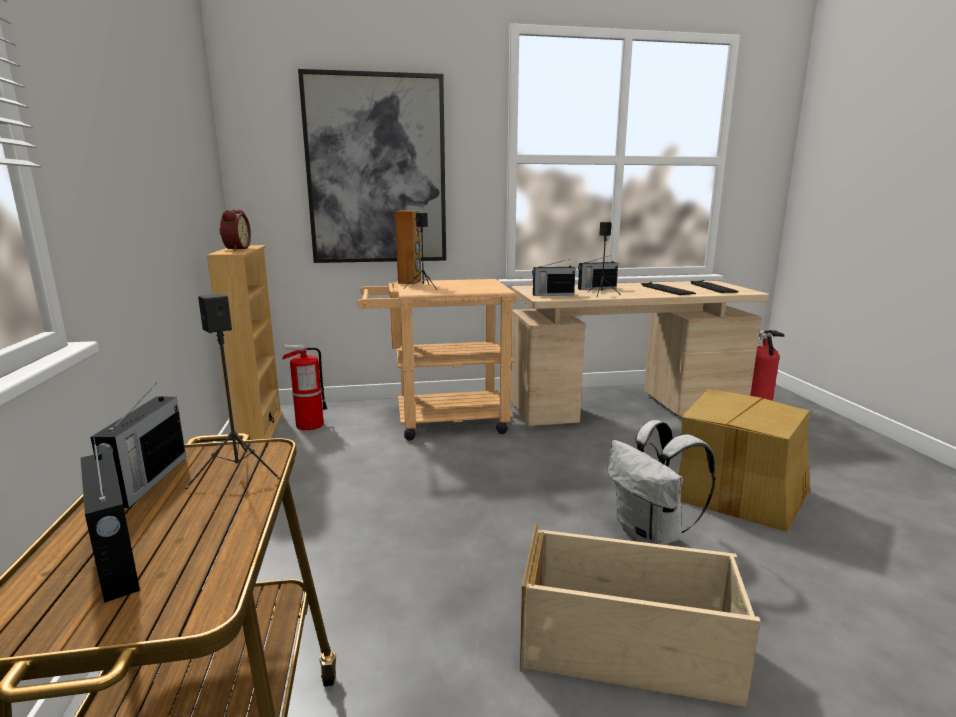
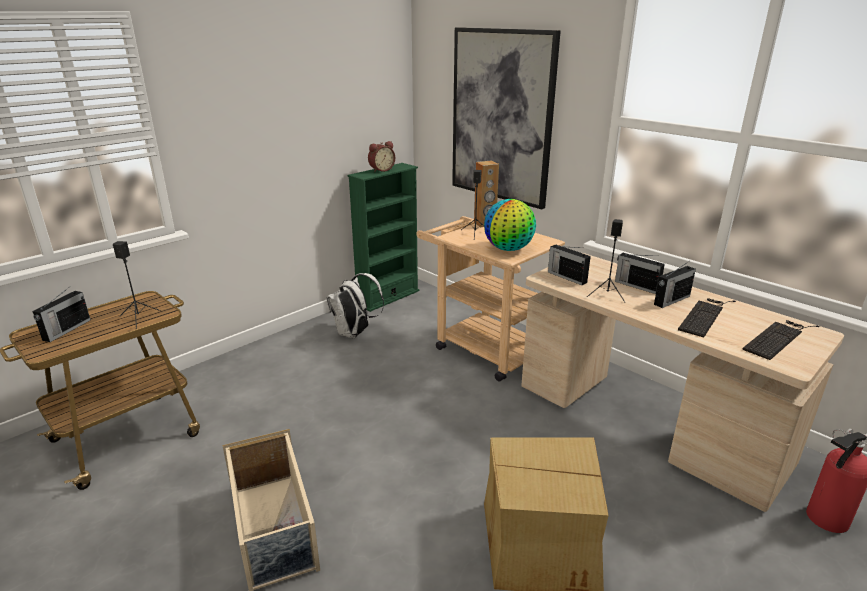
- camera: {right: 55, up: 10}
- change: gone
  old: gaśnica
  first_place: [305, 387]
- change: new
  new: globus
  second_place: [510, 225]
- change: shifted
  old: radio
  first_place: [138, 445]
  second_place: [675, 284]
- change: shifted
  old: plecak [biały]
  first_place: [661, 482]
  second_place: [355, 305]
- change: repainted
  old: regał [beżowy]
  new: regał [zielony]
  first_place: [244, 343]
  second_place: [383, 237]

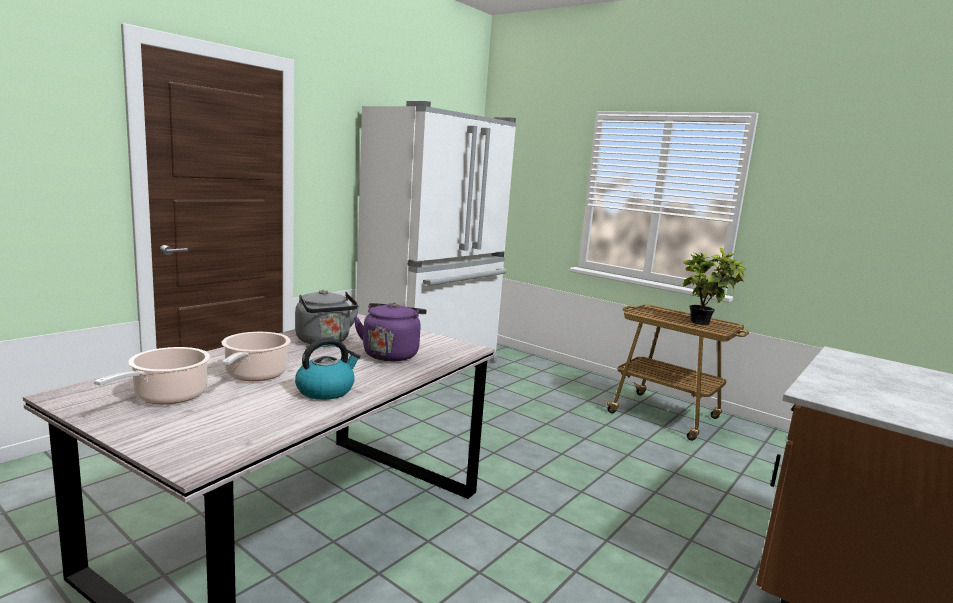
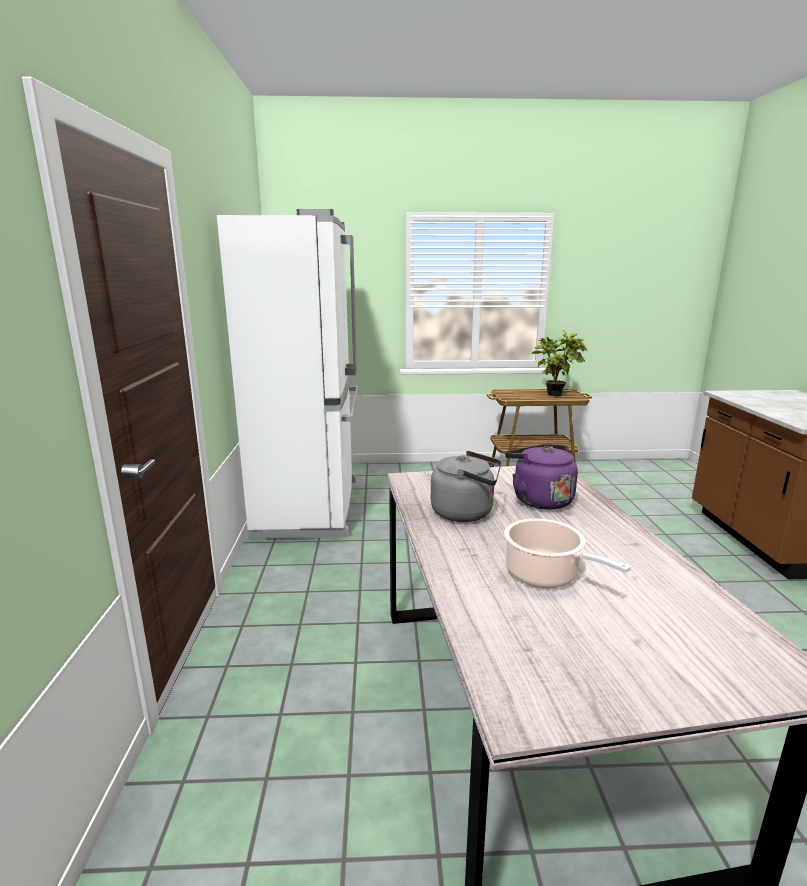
- camera: {right: -40, up: 5}
- change: gone
  old: garnek
  first_place: [152, 375]
- change: gone
  old: czajnik
  first_place: [328, 369]

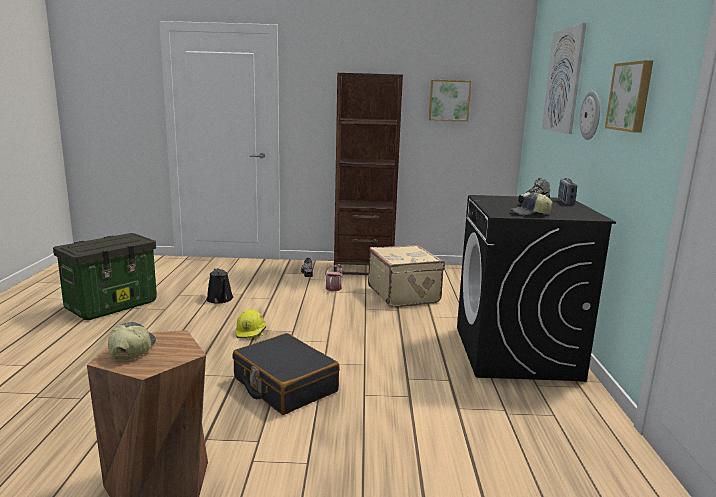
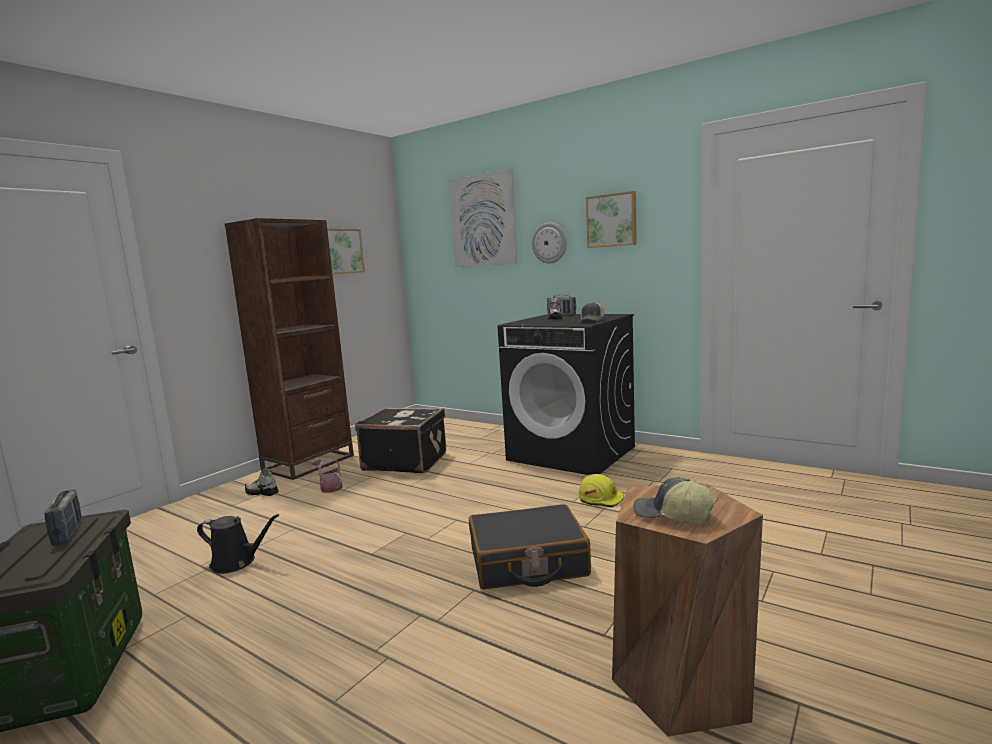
- camera: {right: -55, up: -5}
- change: new
  new: radio
  second_place: [63, 517]
- change: shifted
  old: kask [żółty]
  first_place: [251, 324]
  second_place: [601, 491]
- change: repainted
  old: walizka [beżowy]
  new: walizka [czarny]
  first_place: [406, 276]
  second_place: [400, 440]

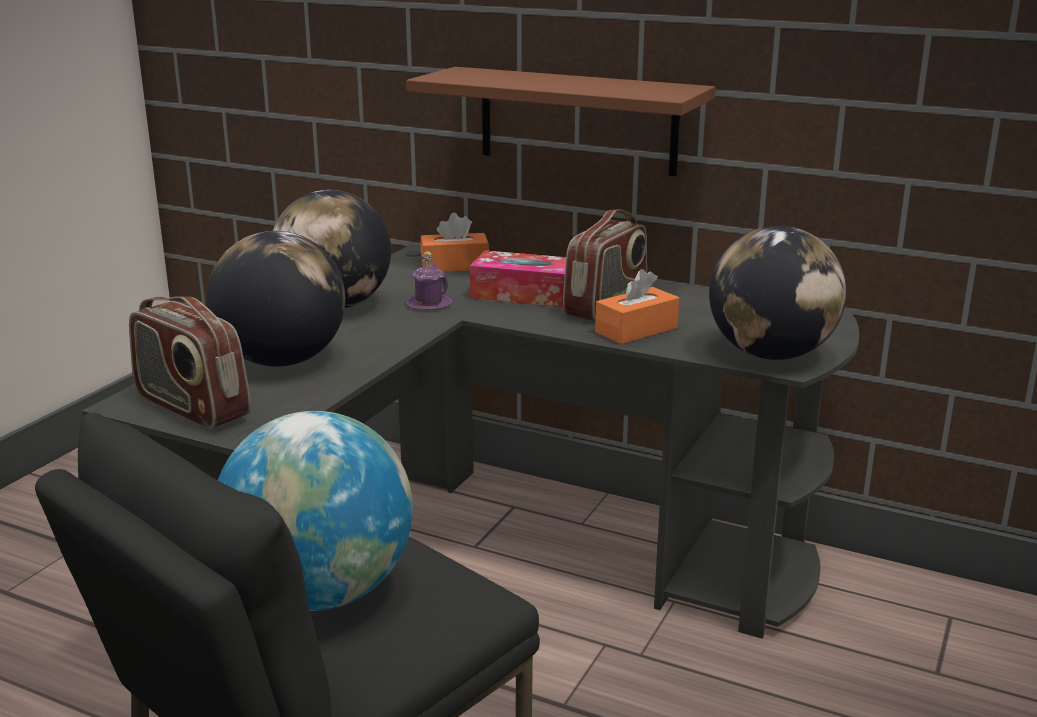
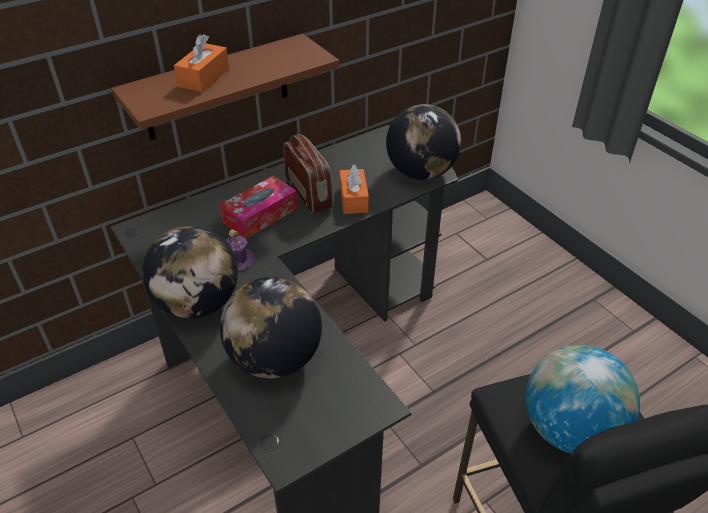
- camera: {right: -60, up: 20}
- change: gone
  old: radio
  first_place: [190, 363]
- change: shifted
  old: pudełko chusteczek [pomarańczowy]
  first_place: [455, 242]
  second_place: [201, 63]

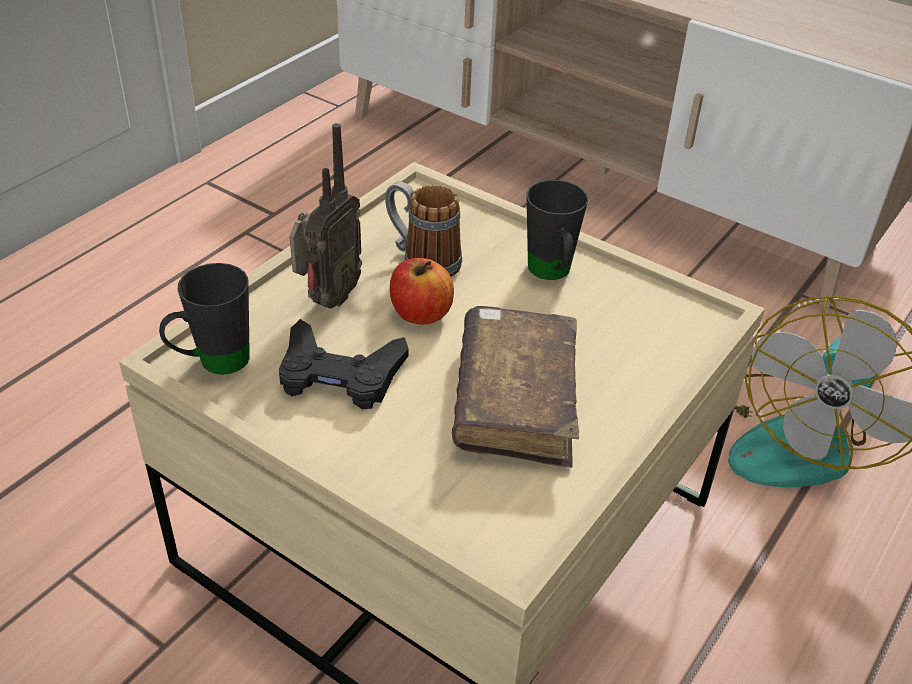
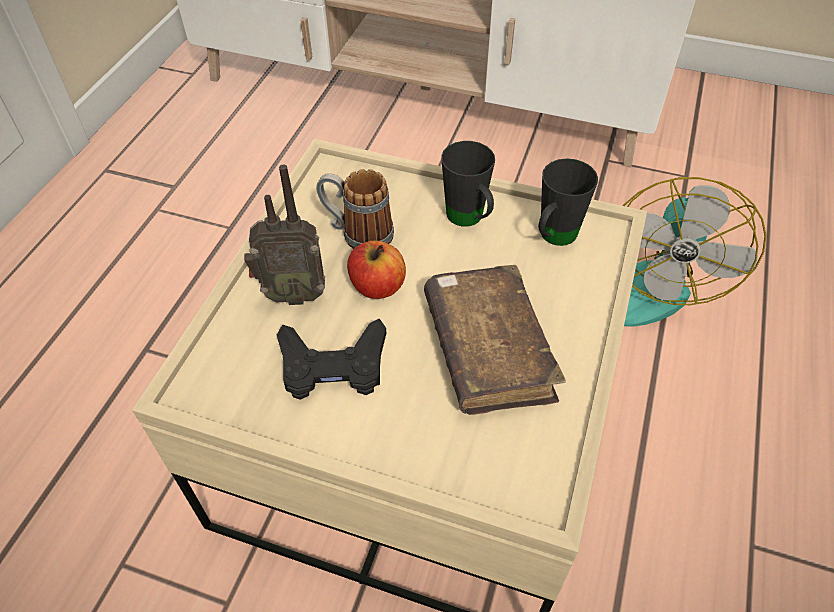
- camera: {right: -15, up: 10}
- change: shifted
  old: kubek [czarny]
  first_place: [204, 319]
  second_place: [568, 202]
- change: rotated
  old: radio
  first_place: [326, 216]
  second_place: [284, 235]
  degrees: 75

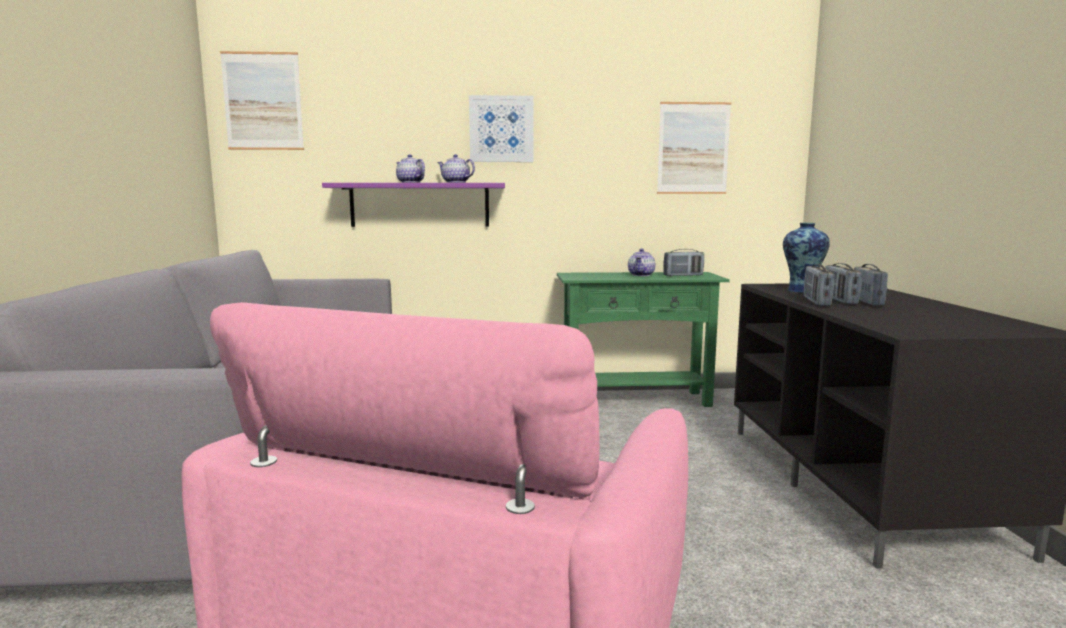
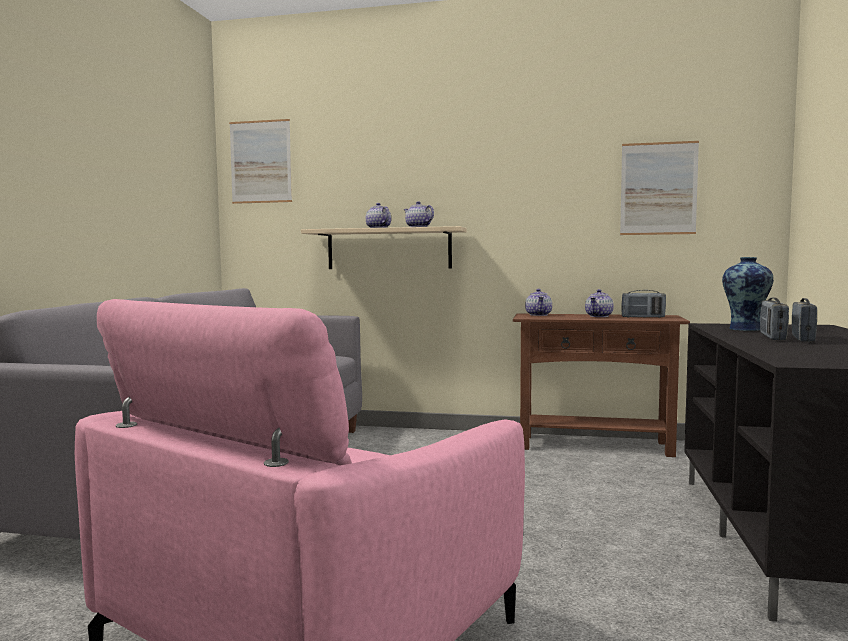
- camera: {right: 15, up: -5}
- change: gone
  old: obraz
  first_place: [501, 128]
- change: gone
  old: radio
  first_place: [819, 285]
- change: new
  new: imbryk
  second_place: [538, 302]
- change: repainted
  old: półka [fioletowy]
  new: półka [beżowy]
  first_place: [413, 205]
  second_place: [384, 247]
- change: repainted
  old: stolik konsolowy [zielony]
  new: stolik konsolowy [brązowy]
  first_place: [643, 339]
  second_place: [601, 385]

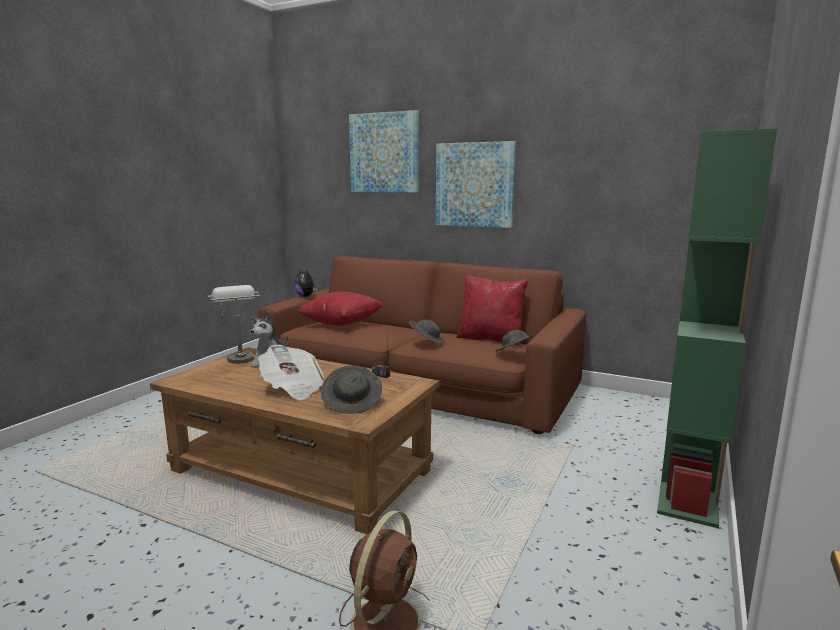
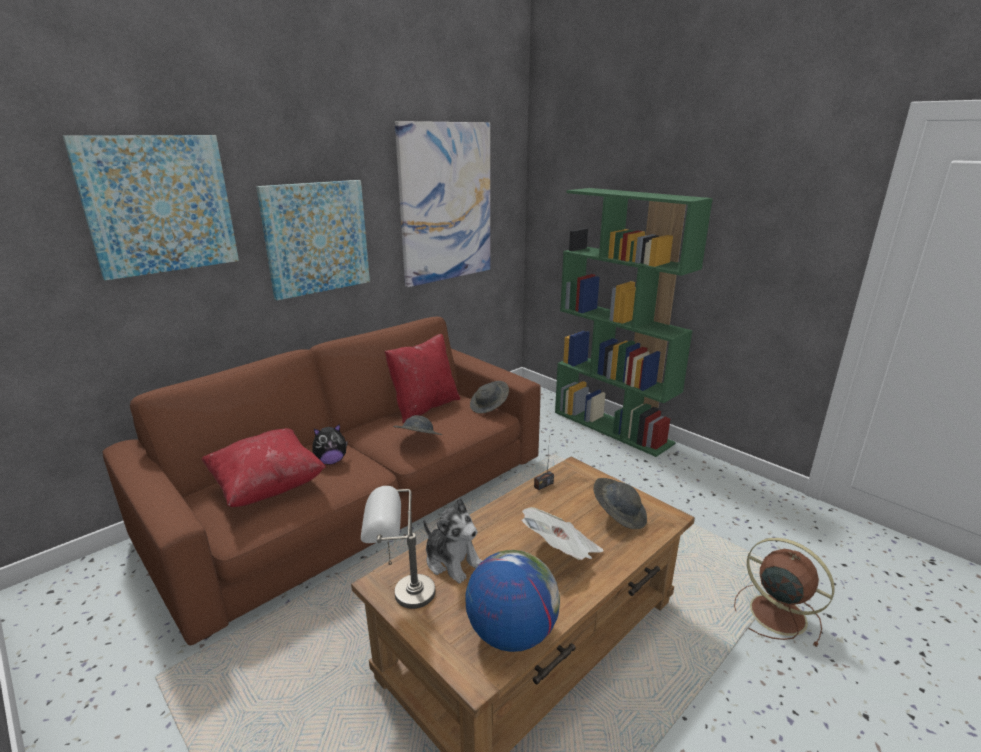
- camera: {right: -70, up: 10}
- change: new
  new: obraz
  second_place: [442, 204]
- change: new
  new: globus
  second_place: [512, 601]
- change: shifted
  old: pluszak
  first_place: [306, 282]
  second_place: [330, 444]

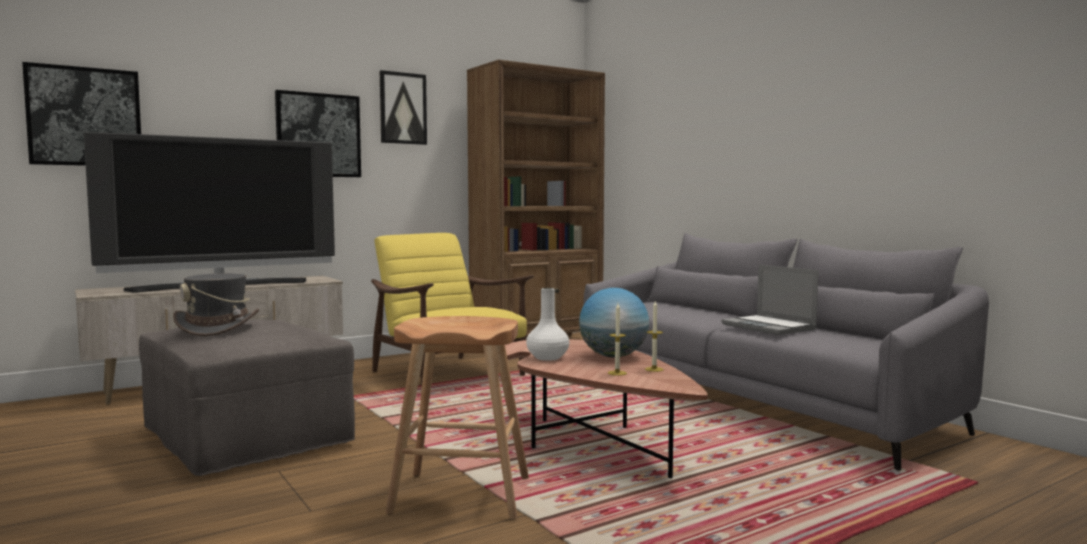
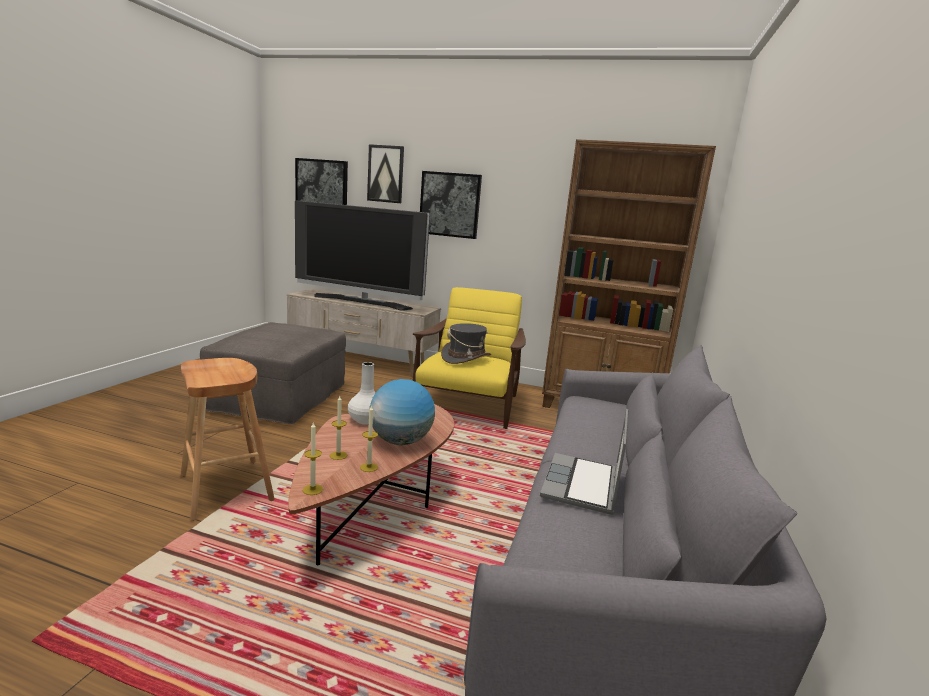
- camera: {right: 50, up: 10}
- change: new
  new: świeca
  second_place: [313, 459]
- change: shifted
  old: kapelusz [szary]
  first_place: [216, 304]
  second_place: [466, 343]
- change: shifted
  old: obraz
  first_place: [403, 107]
  second_place: [385, 173]

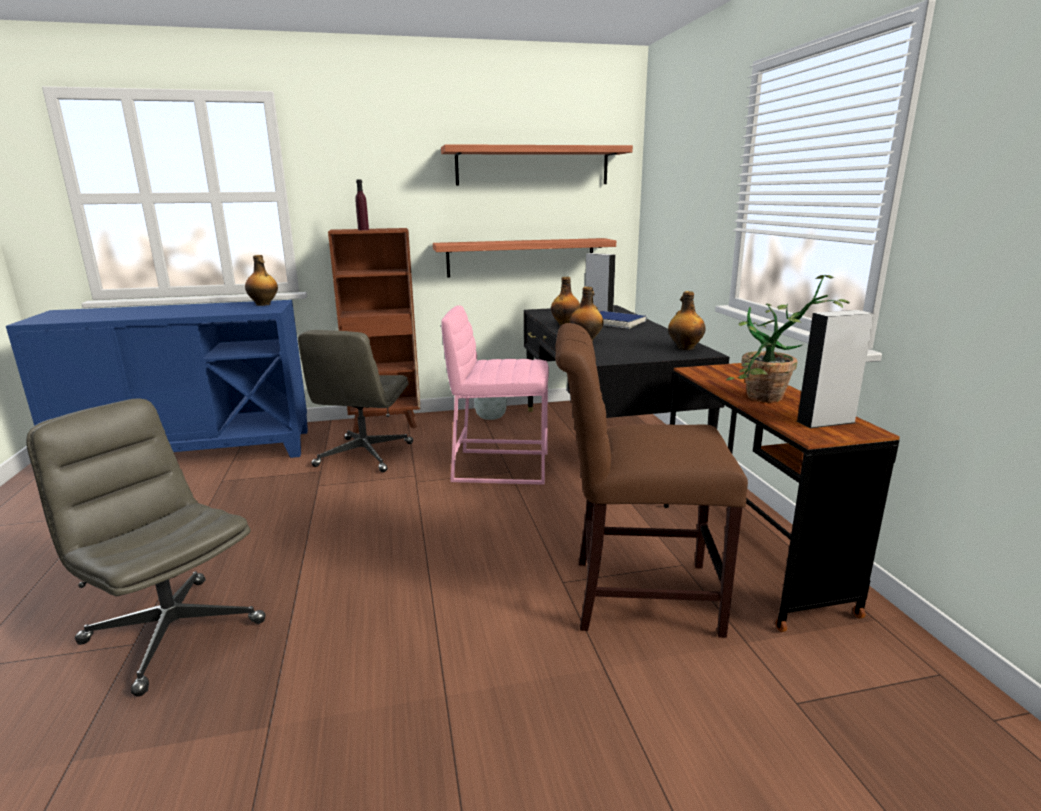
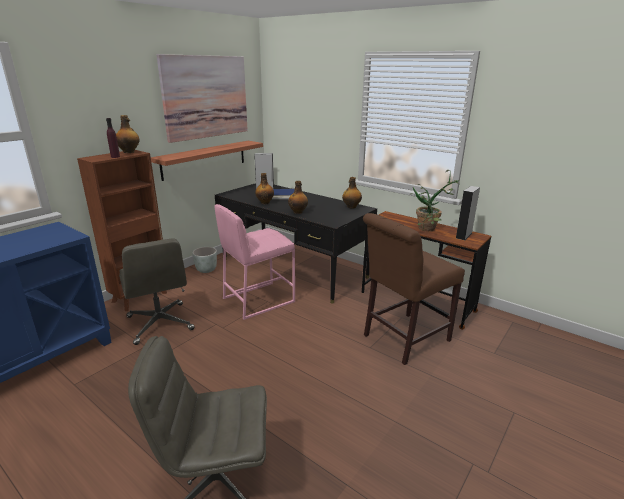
- camera: {right: -40, up: 5}
- change: shifted
  old: butelka
  first_place: [261, 280]
  second_place: [127, 134]
- change: swapped
  old: półka
  new: obraz
  first_place: [537, 165]
  second_place: [202, 98]

